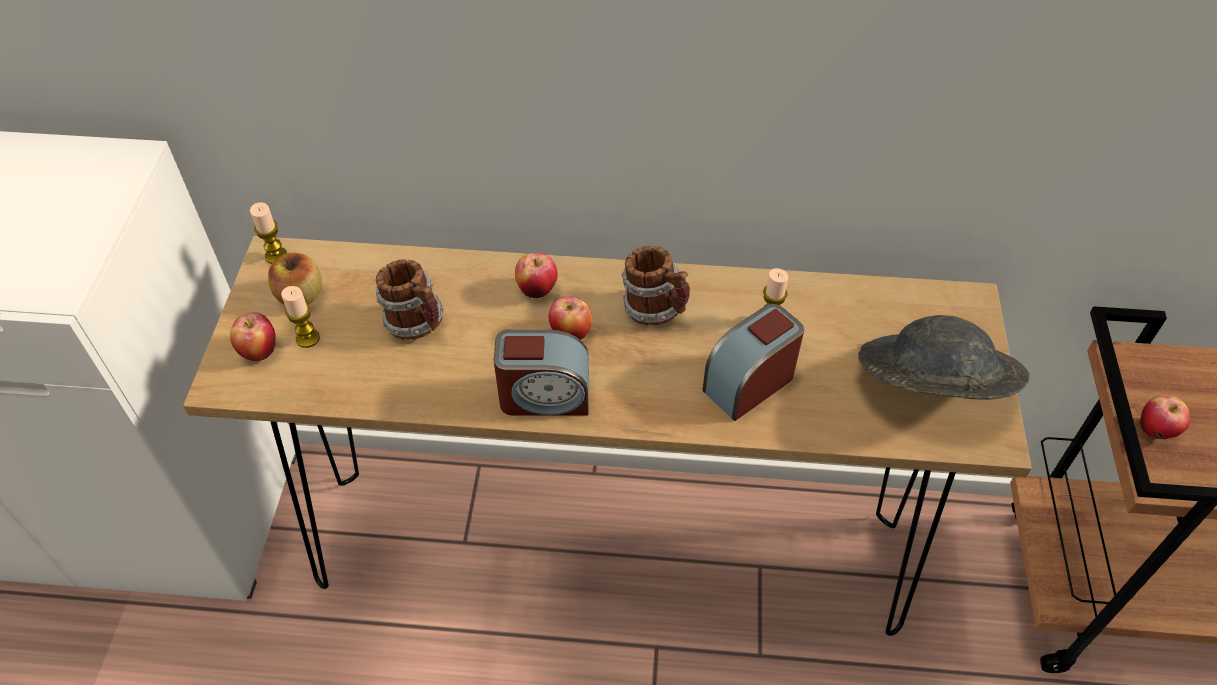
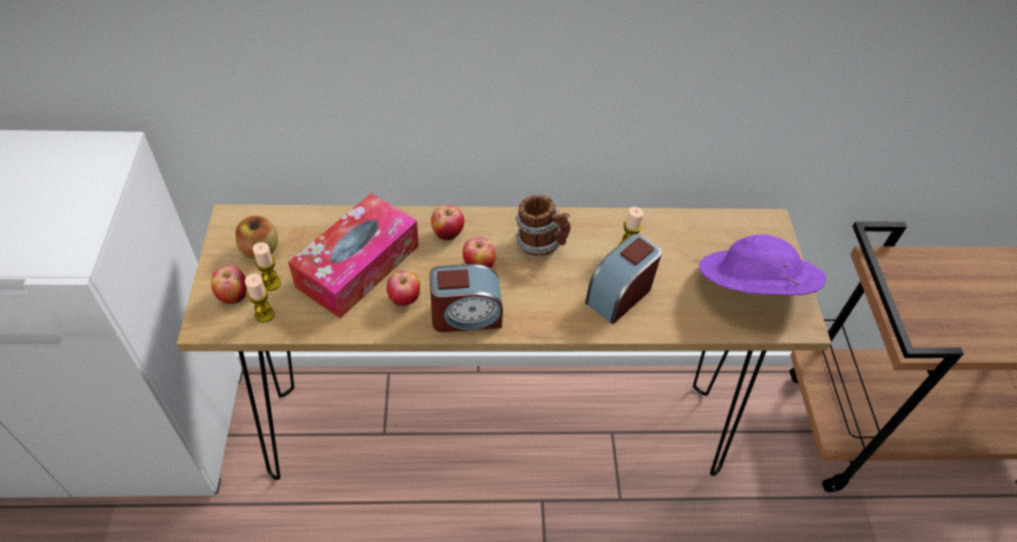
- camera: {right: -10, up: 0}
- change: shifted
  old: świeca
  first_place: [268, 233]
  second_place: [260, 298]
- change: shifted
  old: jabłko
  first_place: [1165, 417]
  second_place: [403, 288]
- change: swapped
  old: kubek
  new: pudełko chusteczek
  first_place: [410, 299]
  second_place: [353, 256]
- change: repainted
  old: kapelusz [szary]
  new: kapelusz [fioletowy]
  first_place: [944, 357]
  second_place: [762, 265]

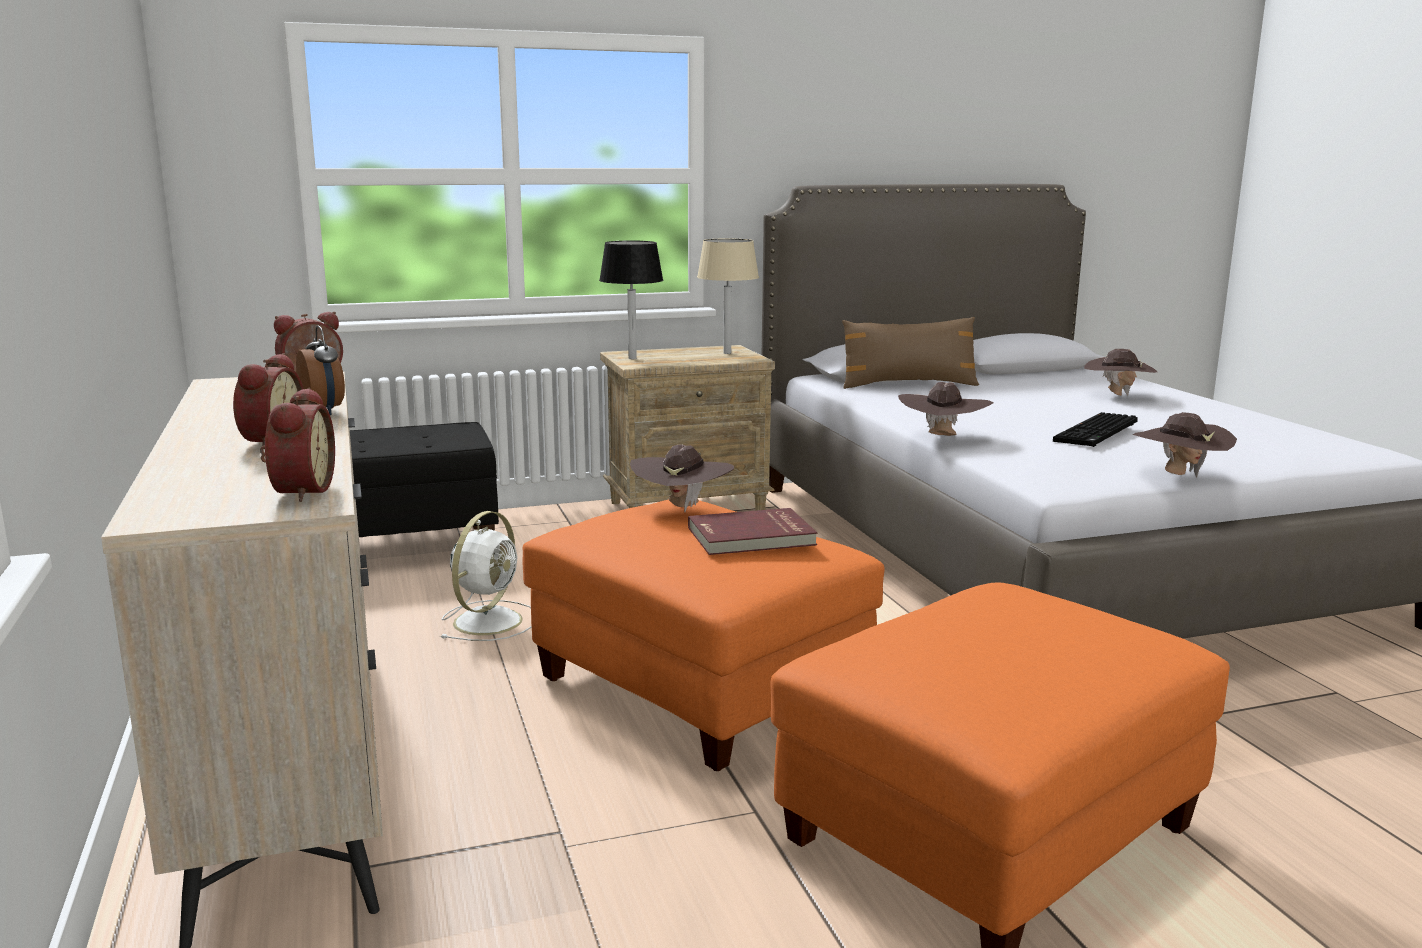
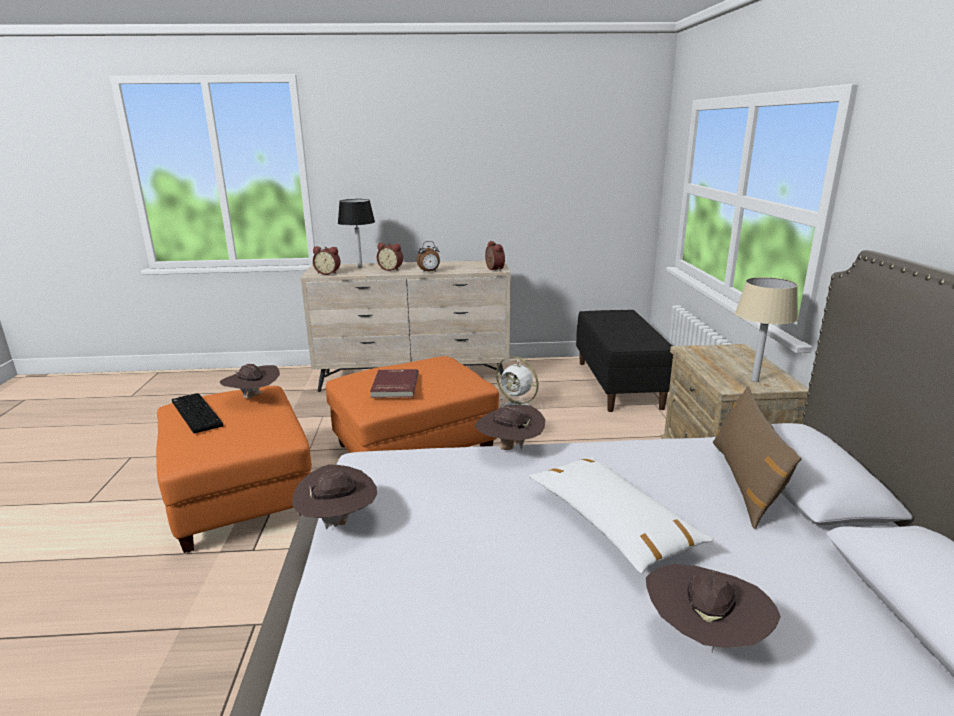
- camera: {right: 105, up: 5}
- change: new
  new: poduszka [biały]
  second_place: [621, 515]
- change: shifted
  old: lampa stołowa [czarny]
  first_place: [631, 300]
  second_place: [356, 233]
- change: shifted
  old: kapelusz [brązowy]
  first_place: [682, 478]
  second_place: [250, 381]
- change: shifted
  old: klawiatura
  first_place: [1095, 429]
  second_place: [198, 413]

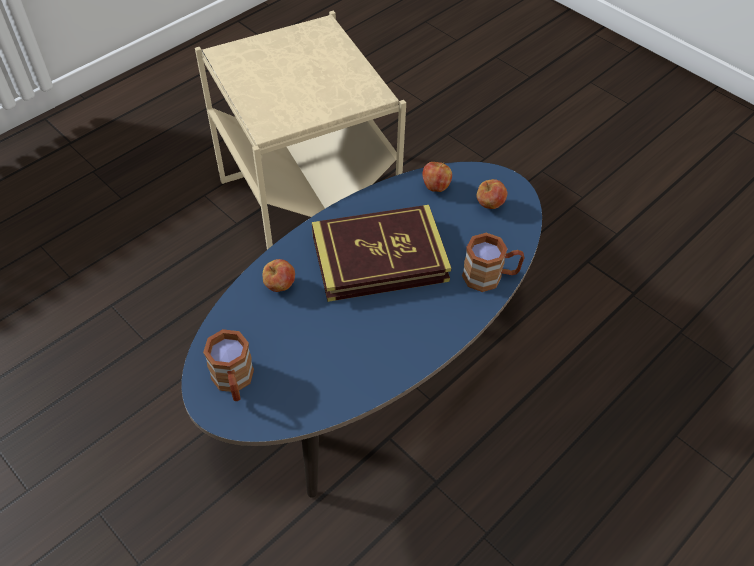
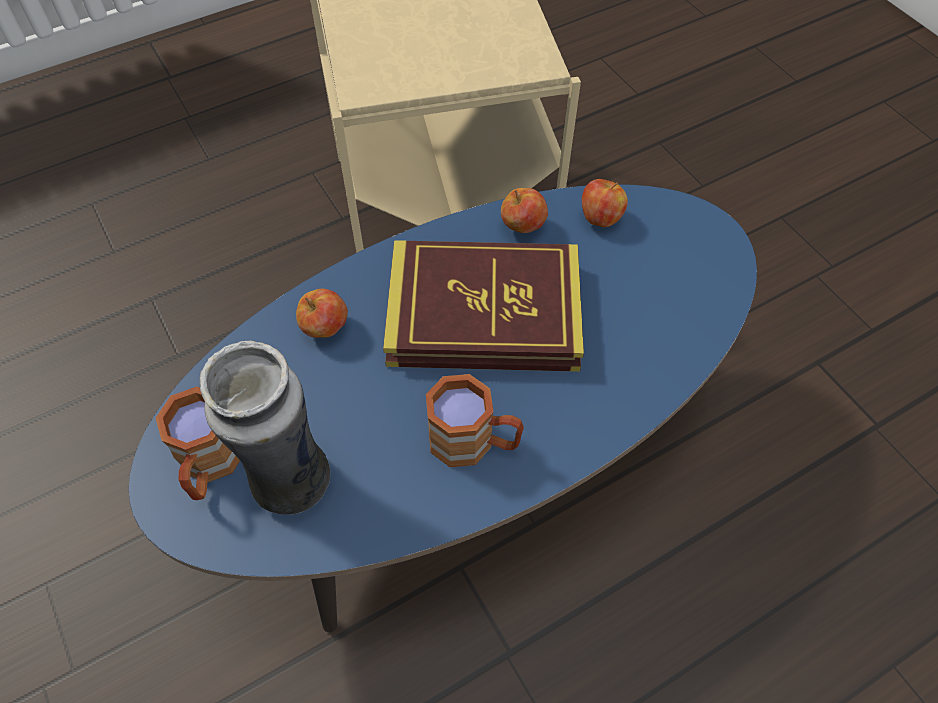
- camera: {right: 15, up: 5}
- change: new
  new: wazon
  second_place: [264, 428]
- change: shifted
  old: kubek [brązowy]
  first_place: [493, 262]
  second_place: [475, 420]
- change: shifted
  old: jabłko
  first_place: [492, 194]
  second_place: [524, 210]

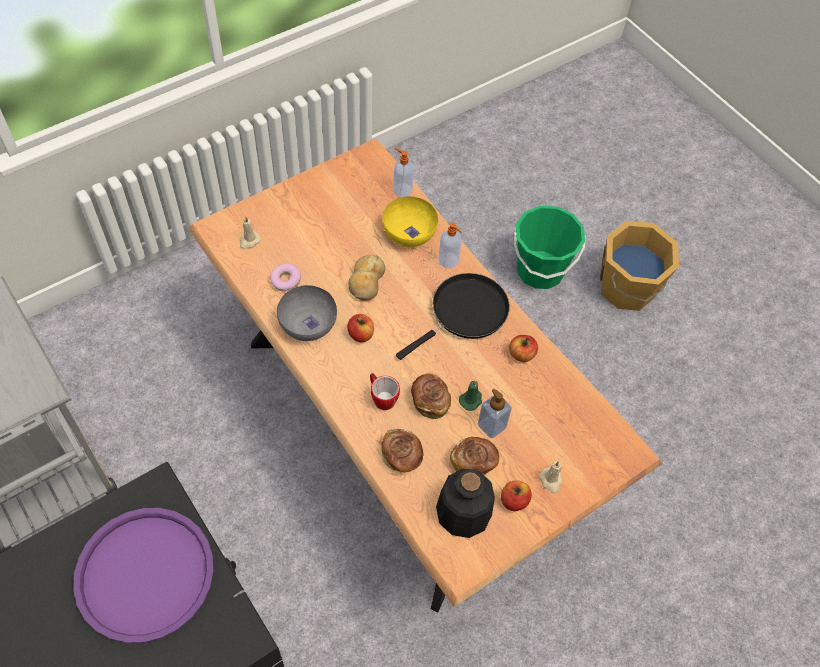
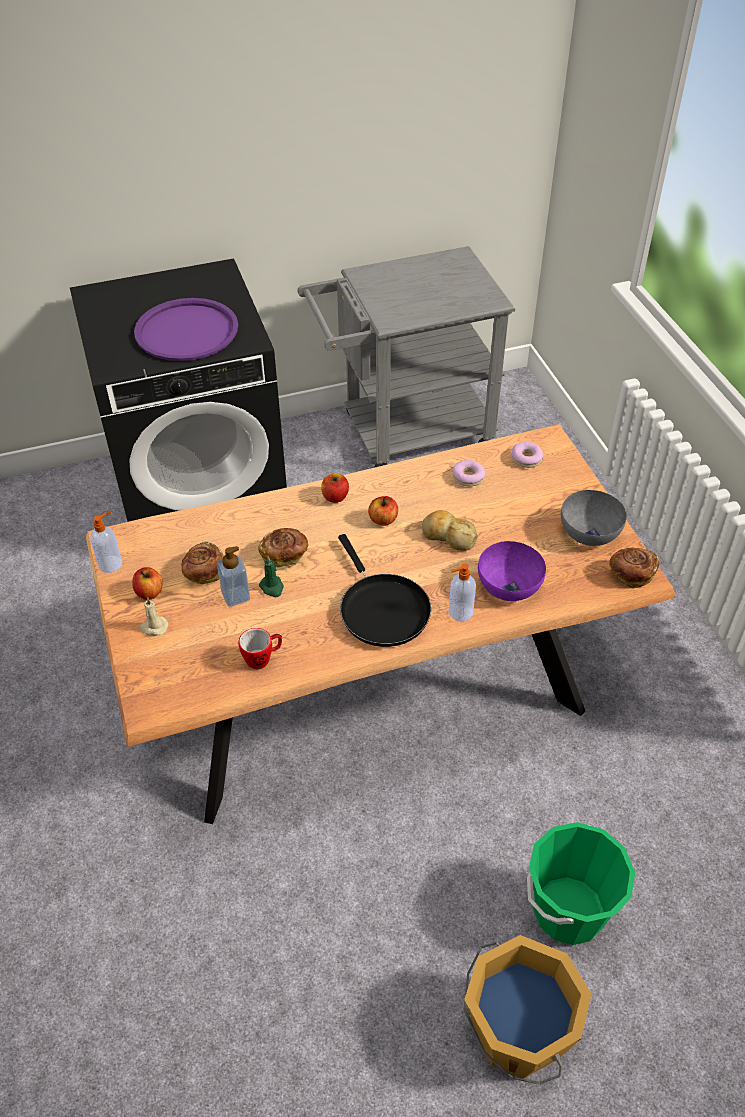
- camera: {right: 110, up: -10}
- change: gone
  old: butelka
  first_place: [465, 503]
- change: shifted
  old: miska [szary]
  first_place: [307, 313]
  second_place: [594, 518]
- change: shifted
  old: kubek
  first_place: [385, 391]
  second_place: [260, 648]
- change: shifted
  old: chleb
  first_place: [403, 451]
  second_place: [634, 567]
- change: shifted
  old: dozownik mydła
  first_place: [403, 173]
  second_place: [106, 542]
- change: shifted
  old: jabłko
  first_place: [523, 348]
  second_place: [335, 488]
- change: swapped
  old: świeca [beżowy]
  new: donut
  first_place: [250, 233]
  second_place: [527, 455]
- change: repainted
  old: miska [żółty]
  new: miska [fioletowy]
  first_place: [410, 221]
  second_place: [512, 571]

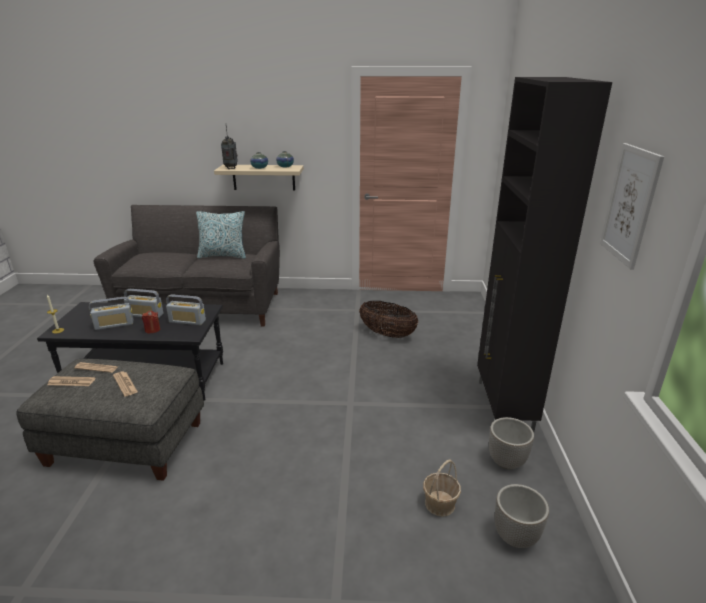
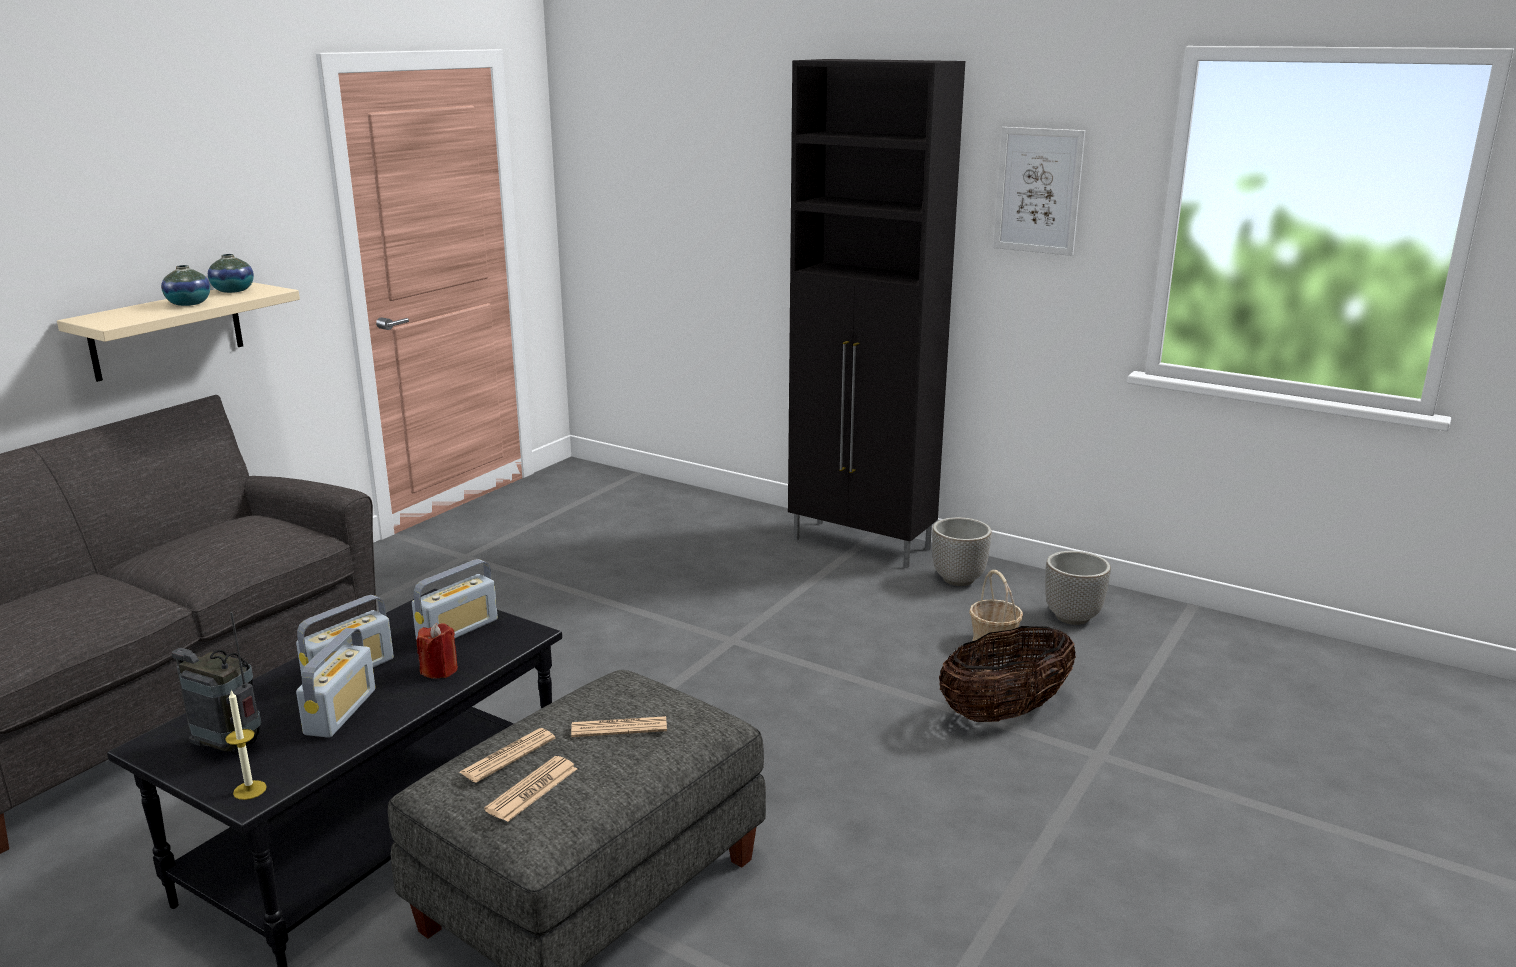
- camera: {right: -60, up: -5}
- change: gone
  old: poduszka
  first_place: [221, 235]
- change: shifted
  old: radio
  first_place: [229, 147]
  second_place: [216, 683]
- change: shifted
  old: koszyk
  first_place: [388, 319]
  second_place: [1007, 674]

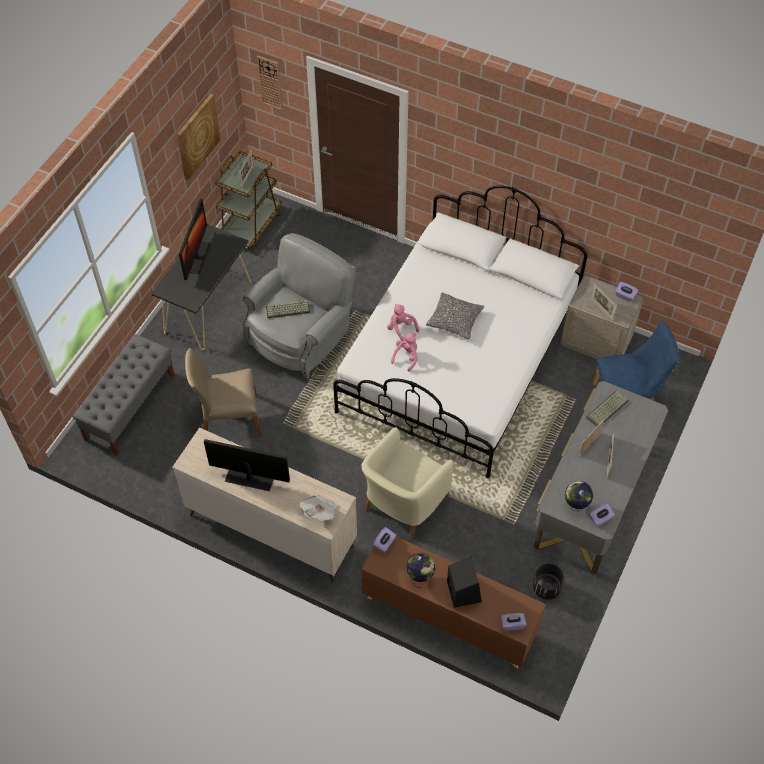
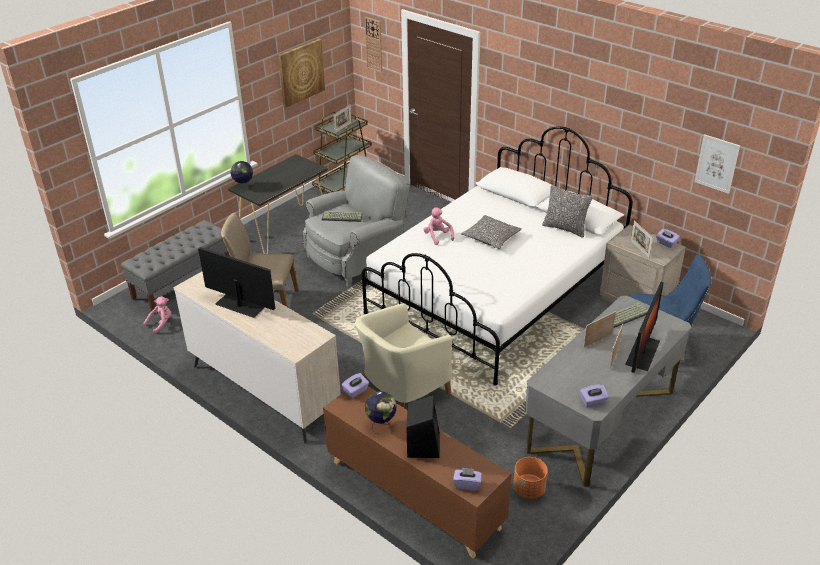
- camera: {right: 15, up: -20}
- change: gone
  old: gazeta
  first_place: [319, 508]
- change: new
  new: poduszka
  second_place: [567, 211]
- change: new
  new: obraz
  second_place: [717, 164]
- change: shifted
  old: monitor
  first_place: [195, 239]
  second_place: [644, 327]
- change: shifted
  old: pluszak [różowy]
  first_place: [404, 352]
  second_place: [157, 315]
- change: shifted
  old: globus
  first_place: [579, 496]
  second_place: [241, 175]
- change: repainted
  old: donica [czarny]
  new: donica [pomarańczowy]
  first_place: [548, 582]
  second_place: [530, 478]

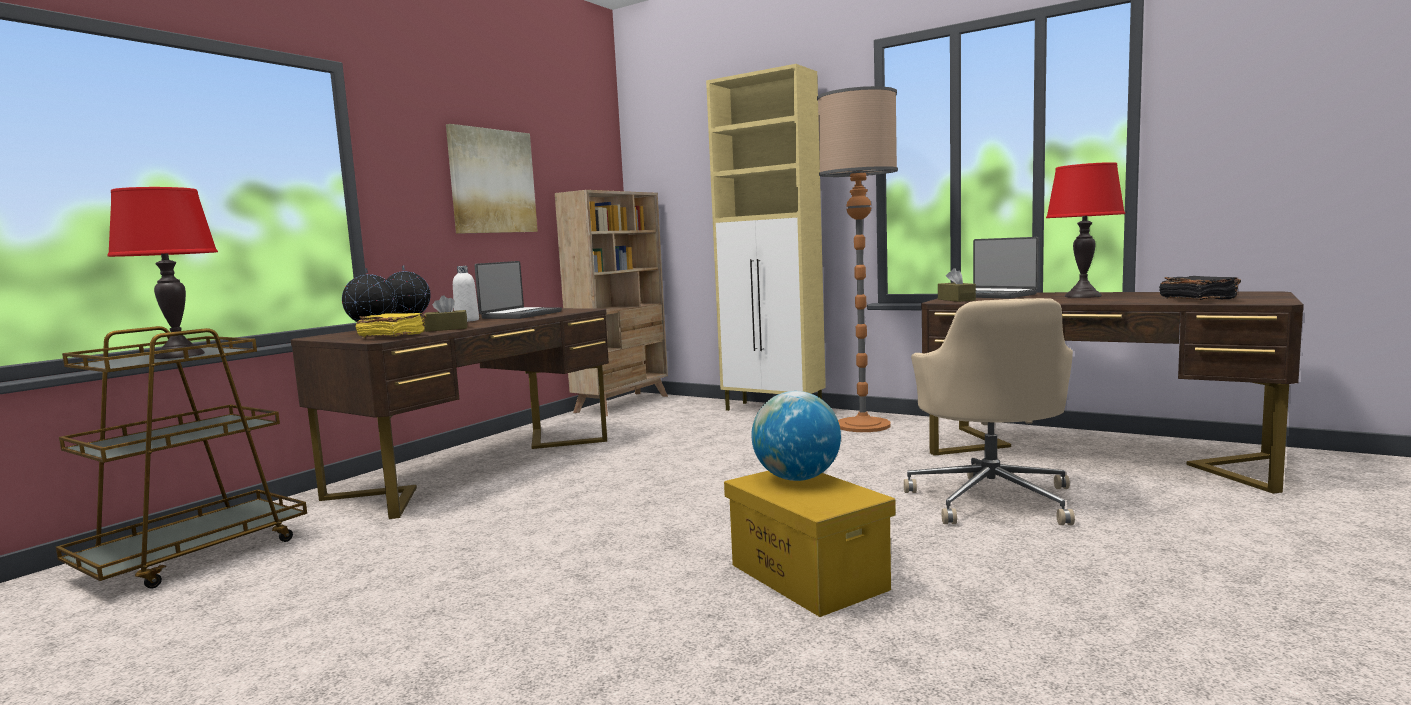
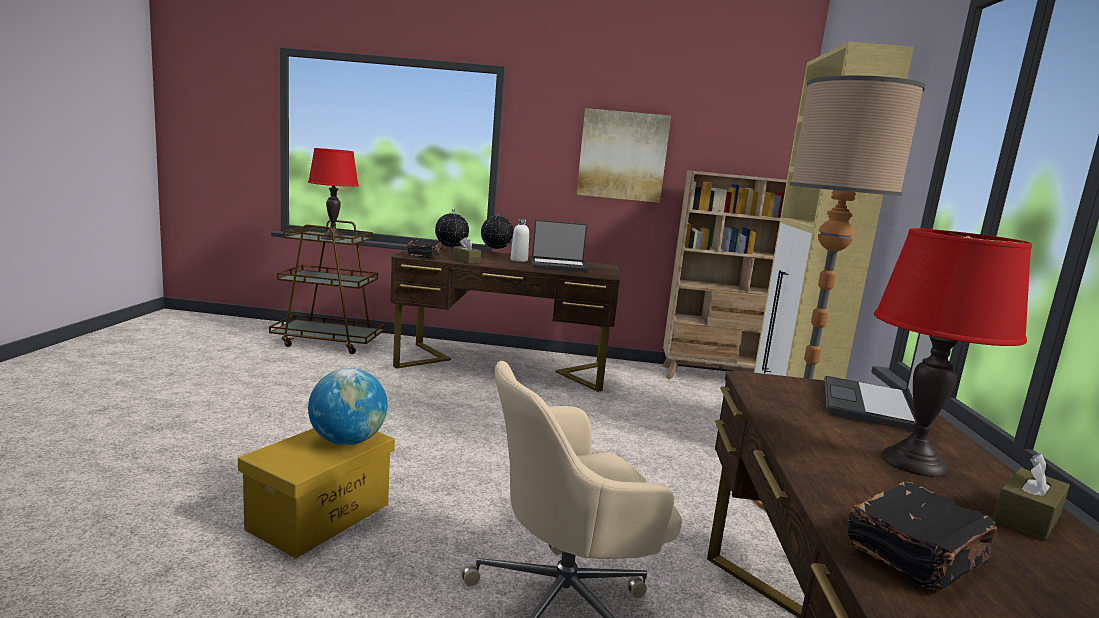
- camera: {right: 60, up: 5}
- change: shifted
  old: pudełko chusteczek [brązowy]
  first_place: [957, 285]
  second_place: [1031, 497]
- change: repainted
  old: książka [żółty]
  new: książka [czarny]
  first_place: [391, 325]
  second_place: [424, 248]

